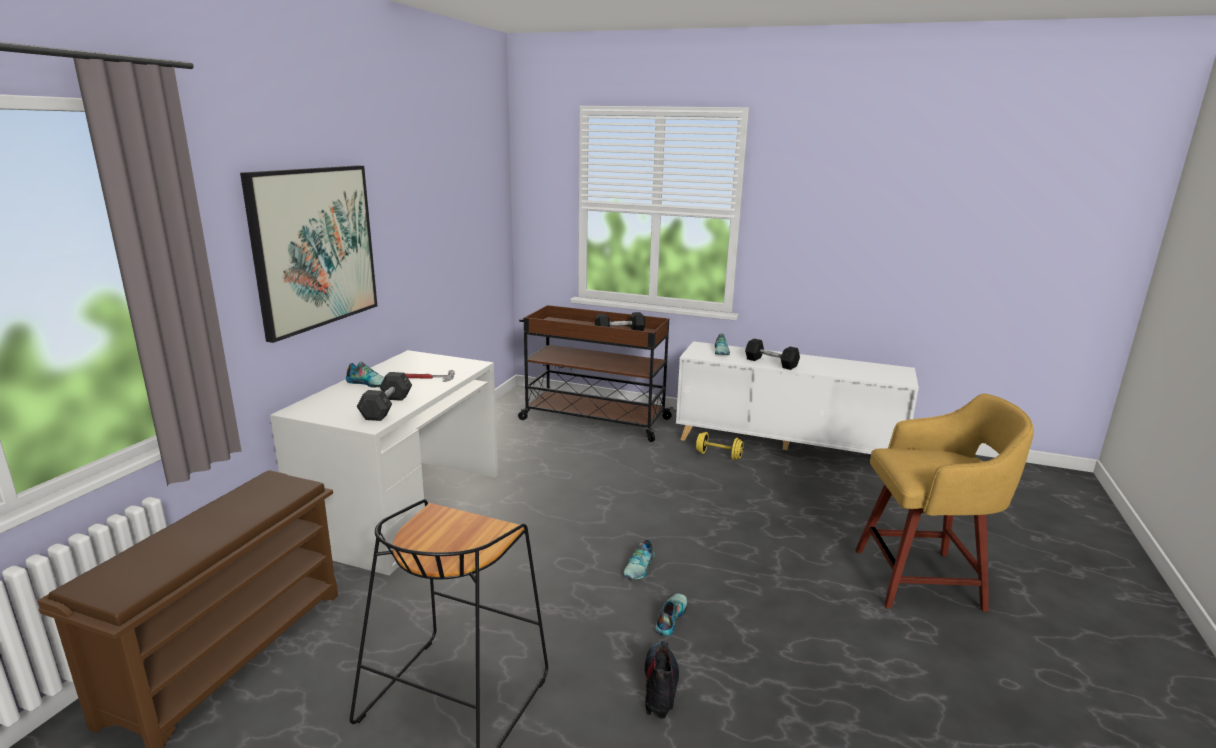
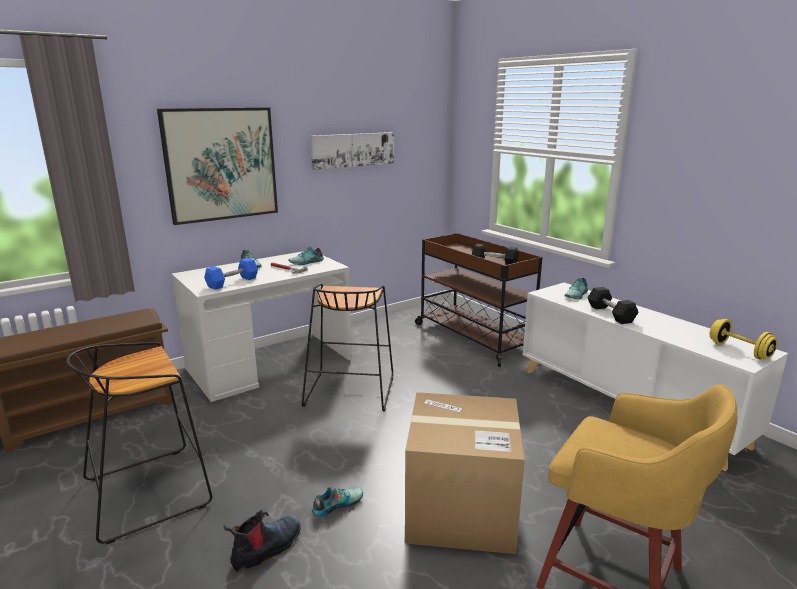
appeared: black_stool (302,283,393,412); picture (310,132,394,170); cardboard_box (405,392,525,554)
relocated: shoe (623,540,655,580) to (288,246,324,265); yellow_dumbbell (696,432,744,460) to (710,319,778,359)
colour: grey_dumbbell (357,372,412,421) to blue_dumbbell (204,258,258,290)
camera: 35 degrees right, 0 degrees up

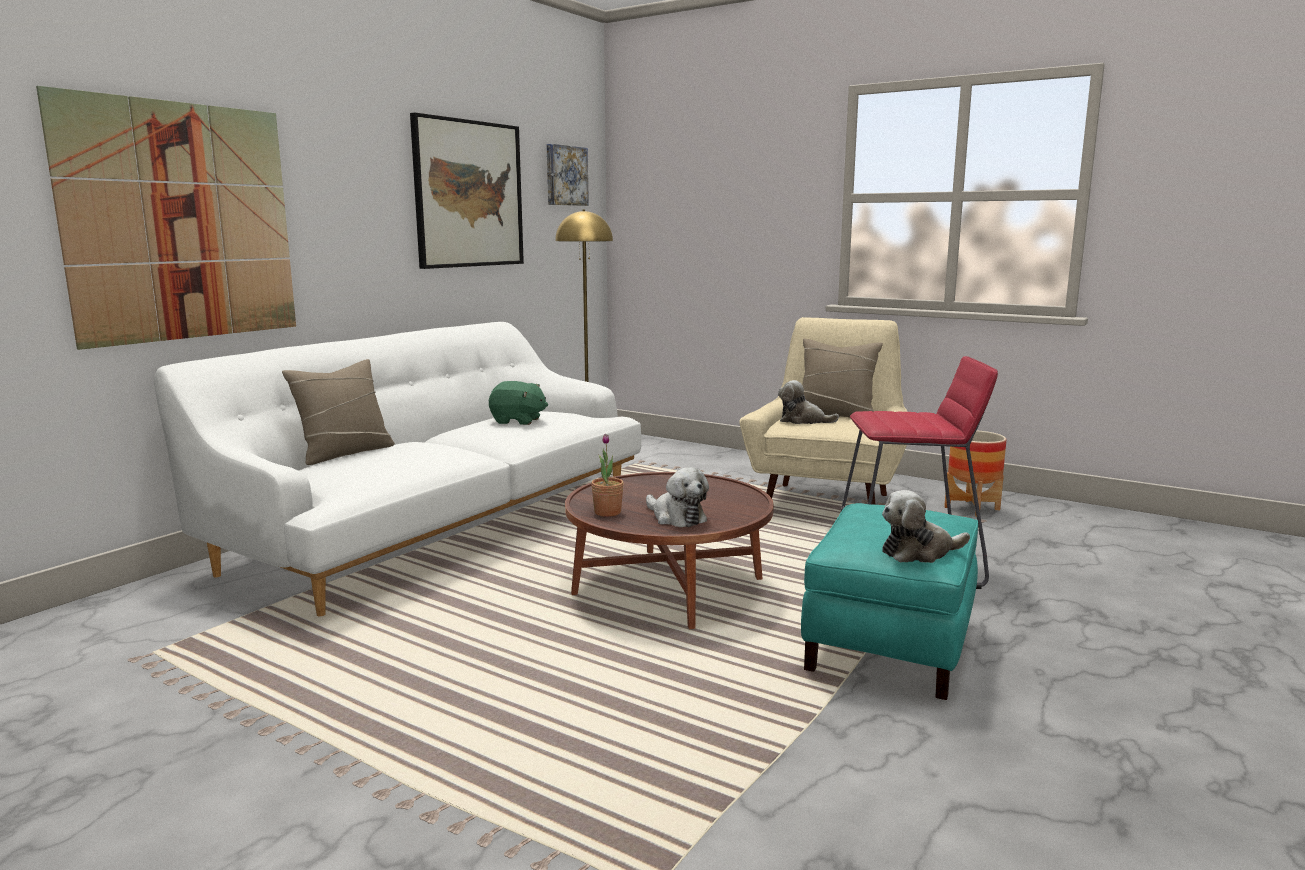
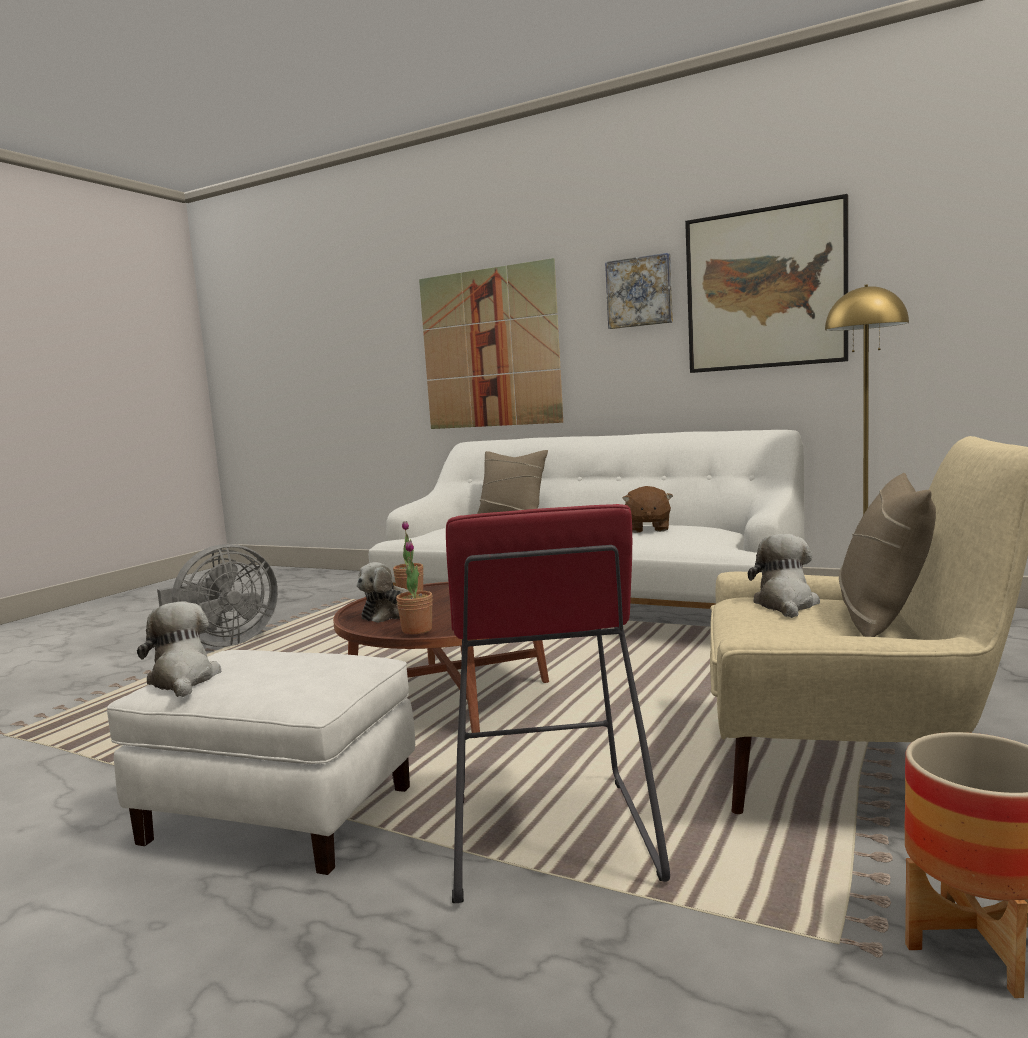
appeared: grey_fan (157,544,278,647); potted_plant (396,540,433,634)
relocated: picture (547,144,589,206) to (605,253,673,329)
colour: green_plush_toy (489,381,548,425) to brown_plush_toy (622,486,673,533); turquoise_ottoman (801,503,978,700) to white_ottoman (107,650,415,875)
camera: 85 degrees right, 5 degrees down

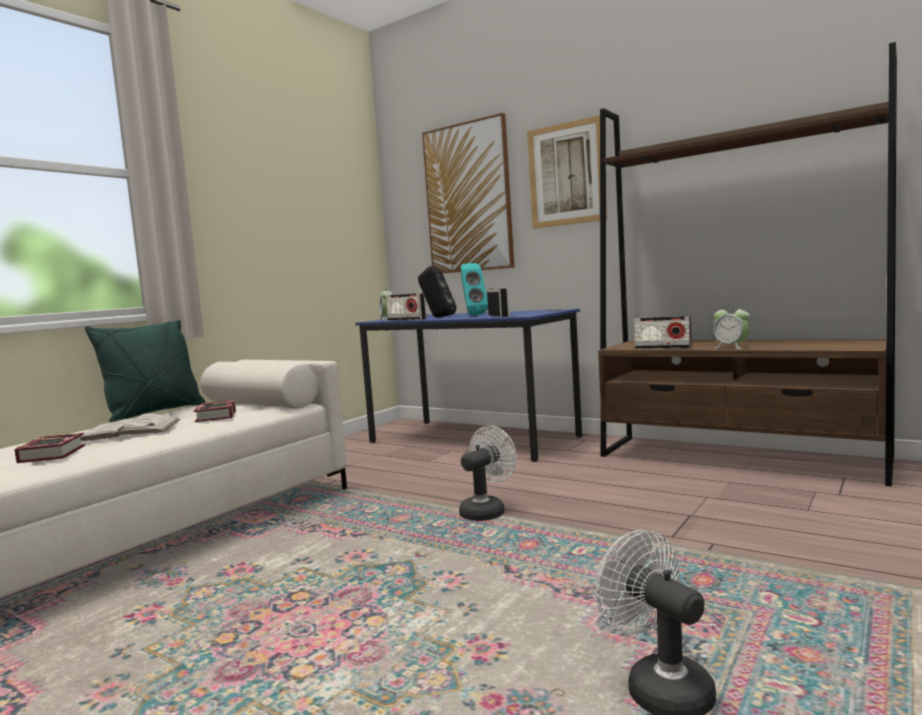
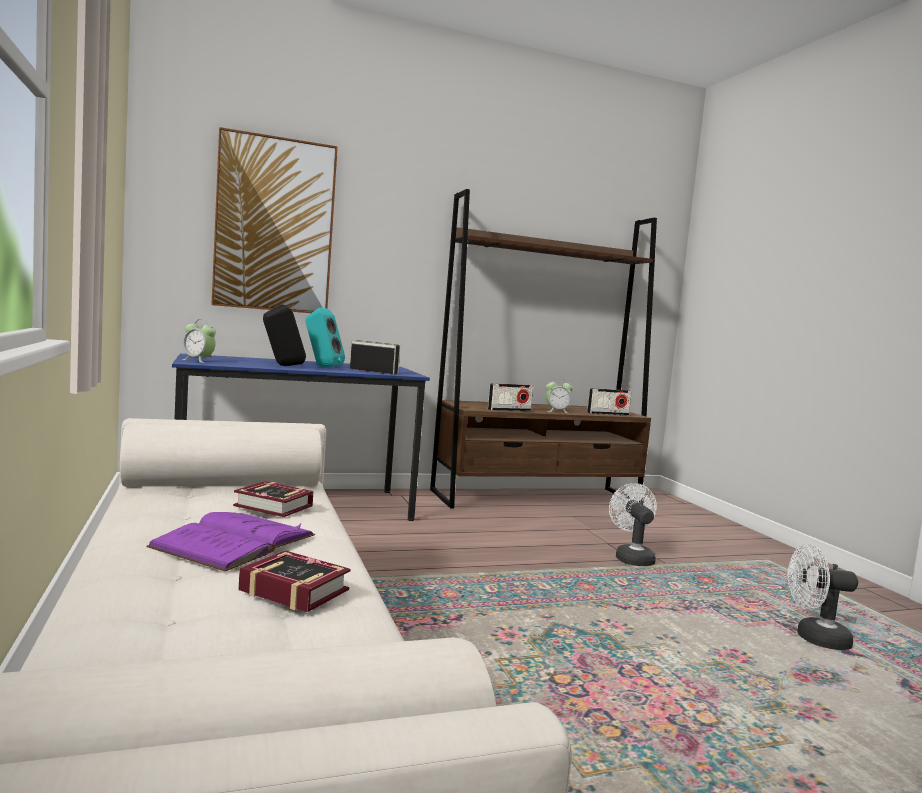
missing: green_pillow (85,320,206,423); picture (527,115,607,229)
relocated: radio (386,293,426,321) to (587,388,632,415); white_fan (459,426,517,521) to (609,483,657,566)
colour: white_book (80,413,180,441) to purple_book (146,512,315,571)
camera: 55 degrees left, 0 degrees up

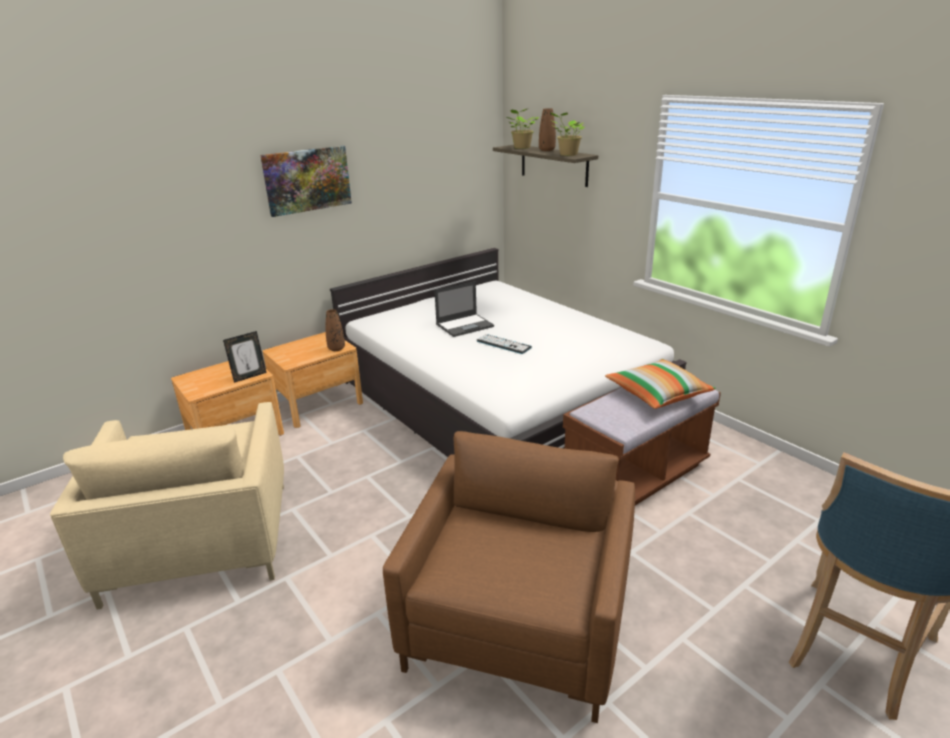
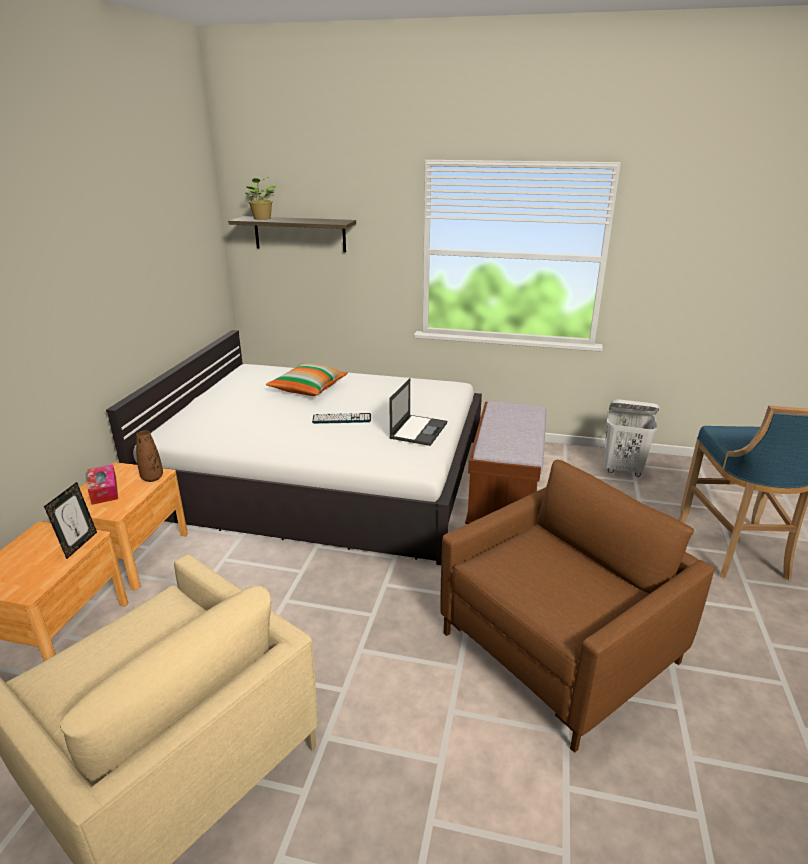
missing: picture (260,146,352,217); brown_vase (539,108,556,151); potted_plant (550,113,585,156)
appeared: tissue_box (87,464,118,505); white_laundry_basket (604,399,660,477)
relocated: laptop (434,281,494,337) to (389,378,447,446); pillow (605,359,716,409) to (266,363,348,396)
spun: brown_armchair (383,431,635,723) = (440,460,715,753) 75 degrees clockwise
camera: 40 degrees left, 0 degrees up

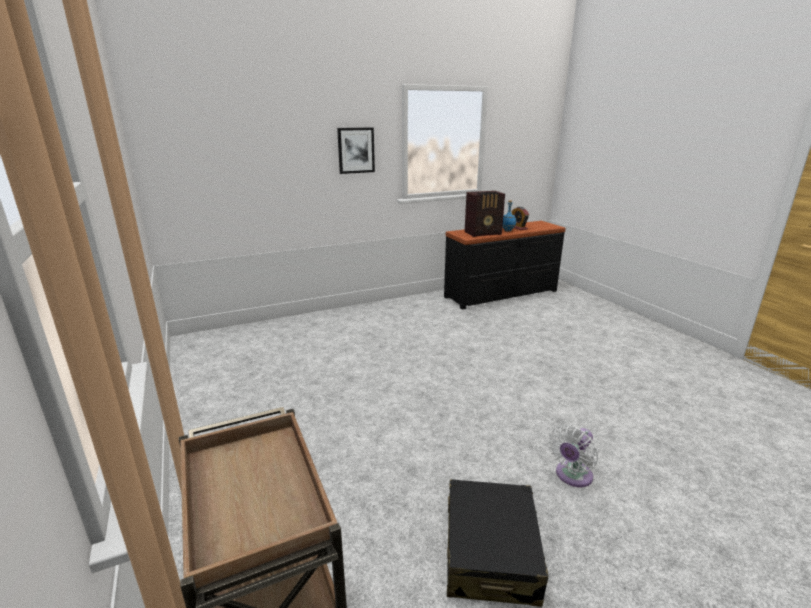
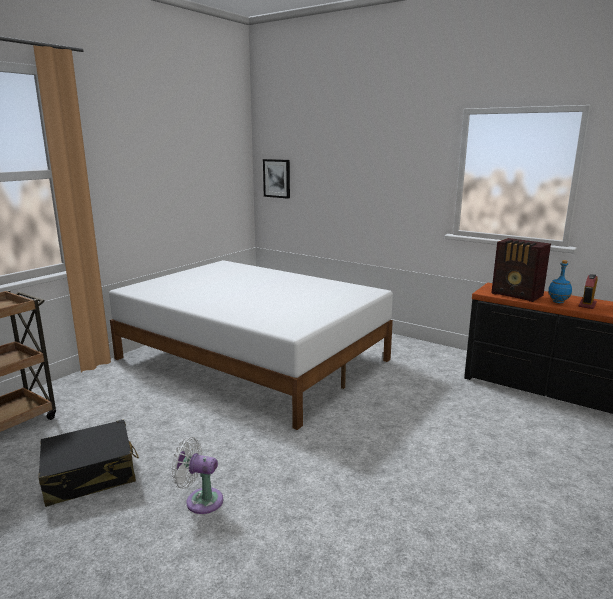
appeared: white_bed (109,260,393,430)
relocated: picture (337,128,375,174) to (263,159,290,199)
camera: 60 degrees right, 5 degrees down

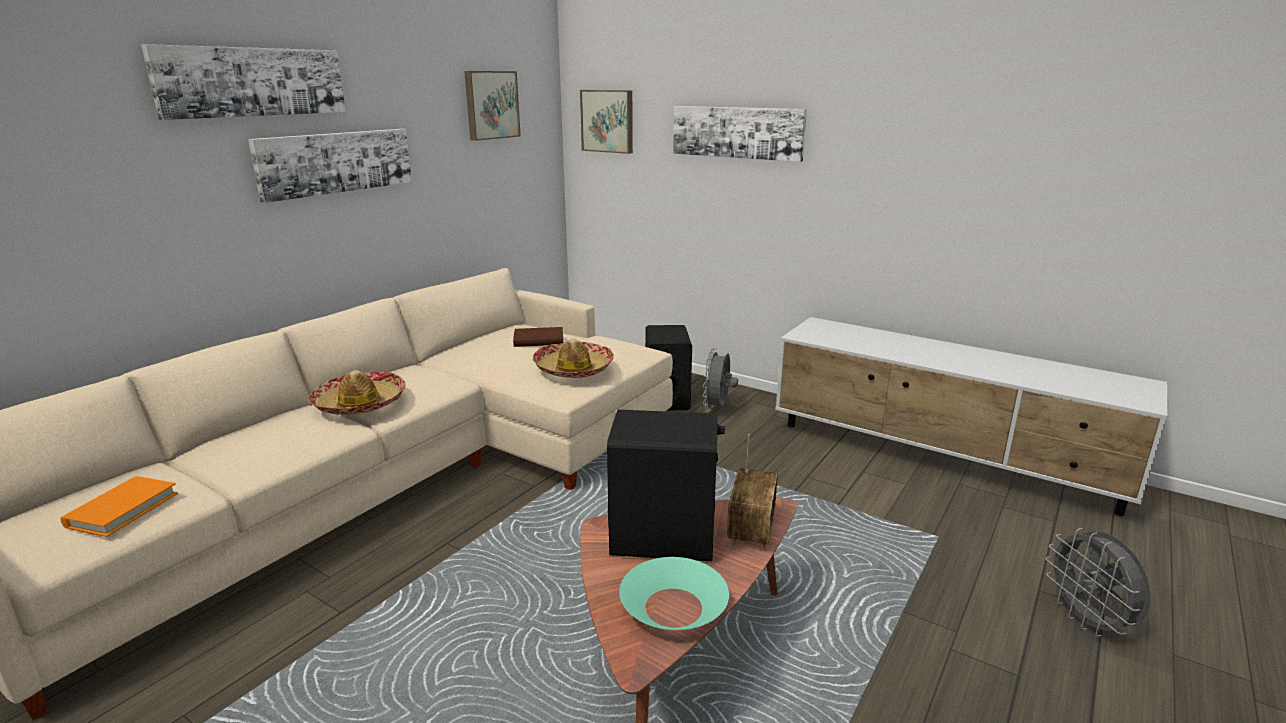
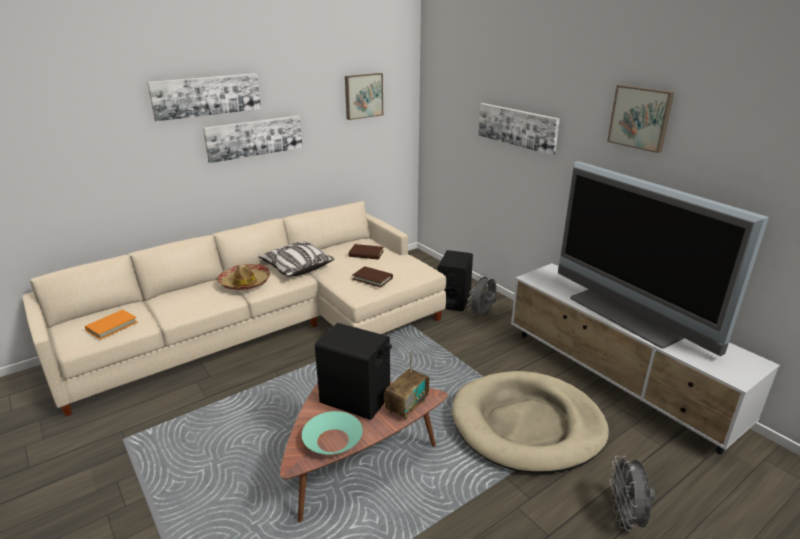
appeared: pillow (259,241,335,277); beige_dog_bed (452,371,609,474); television (558,161,769,357)
relocated: picture (580,90,633,154) to (607,85,674,153)
exchanged: hat (532,339,614,378) to brown_book (352,266,393,288)
camera: 20 degrees right, 5 degrees up

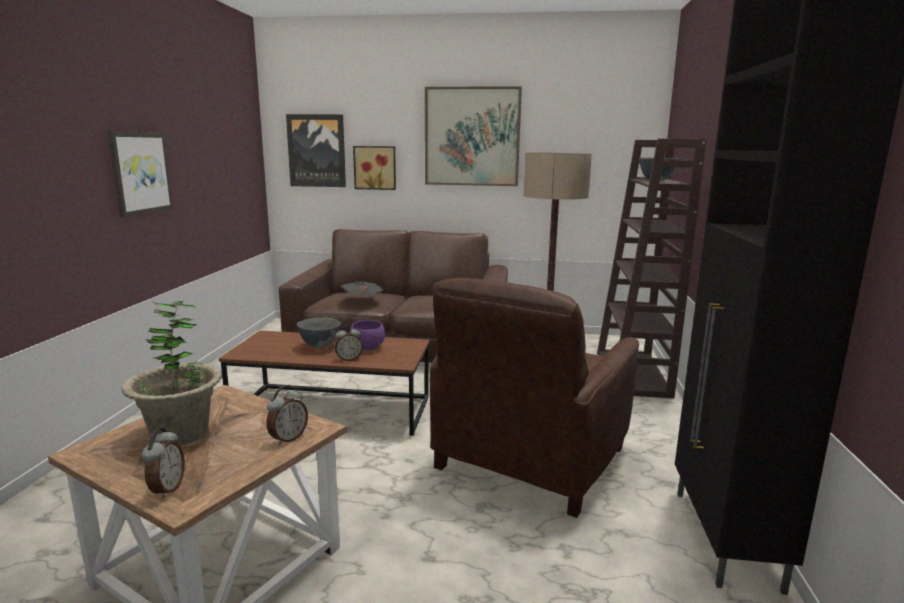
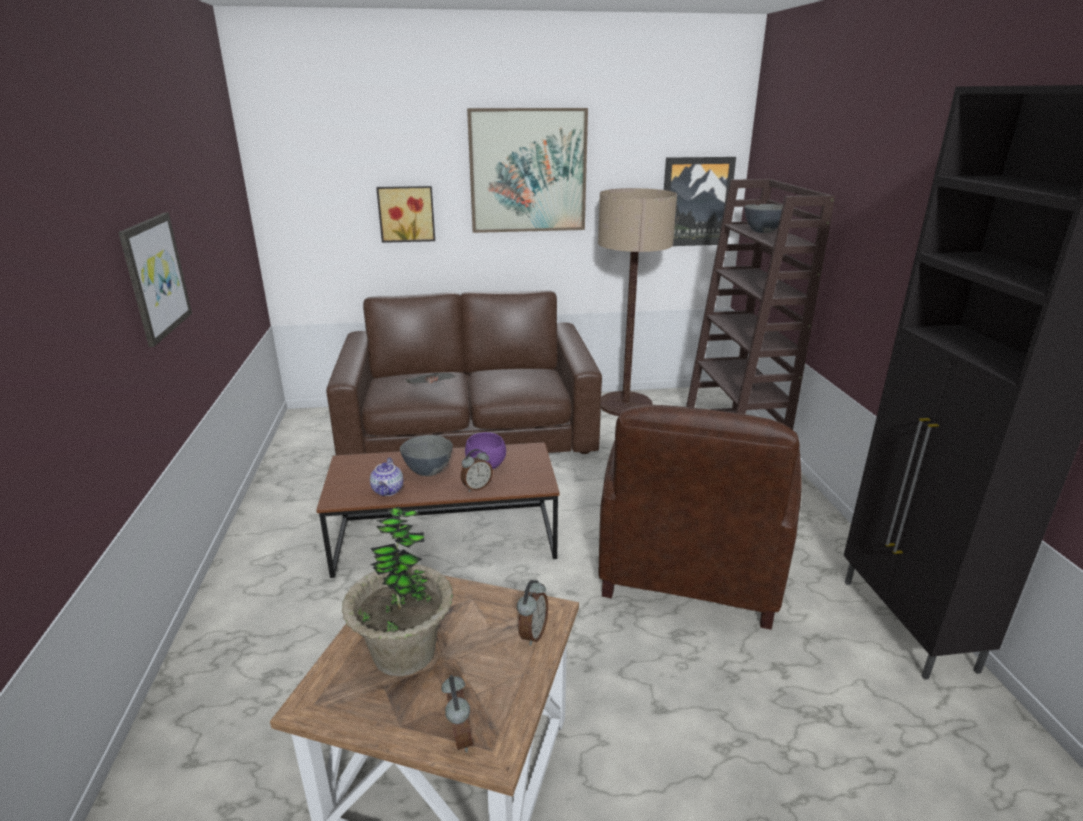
appeared: teapot (370,458,403,496)
relocated: picture (286,114,346,187) to (664,157,736,246)
camera: 15 degrees left, 10 degrees up

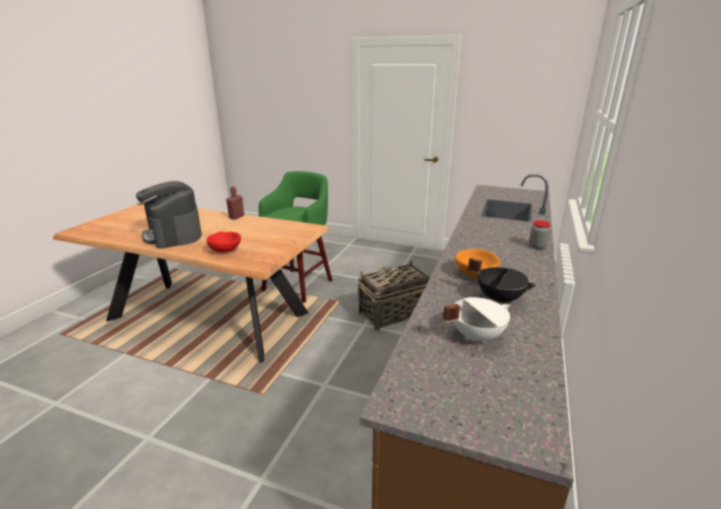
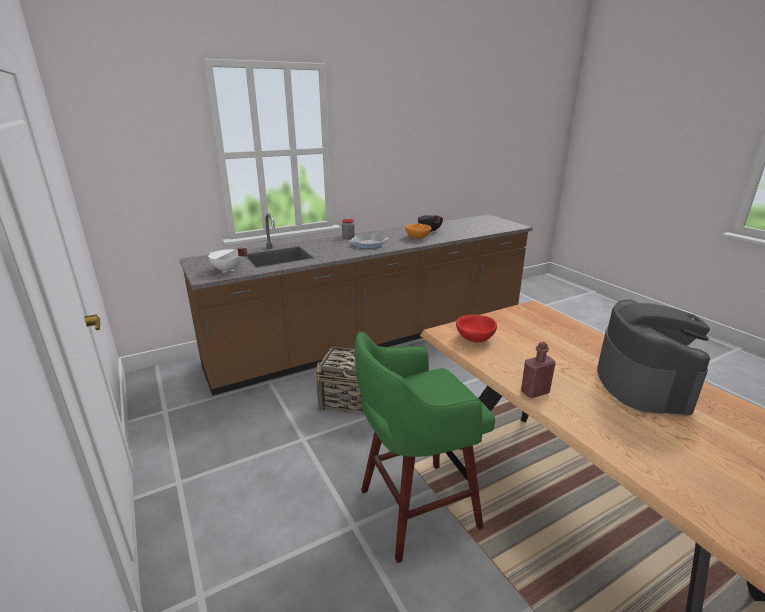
appeared: frying_pan (349,234,389,249)
relocated: red_bowl (206,232,241,253) to (456,315,497,342); white_cooking_pot (443,297,510,344) to (208,247,247,273)
camera: 140 degrees left, 0 degrees up

